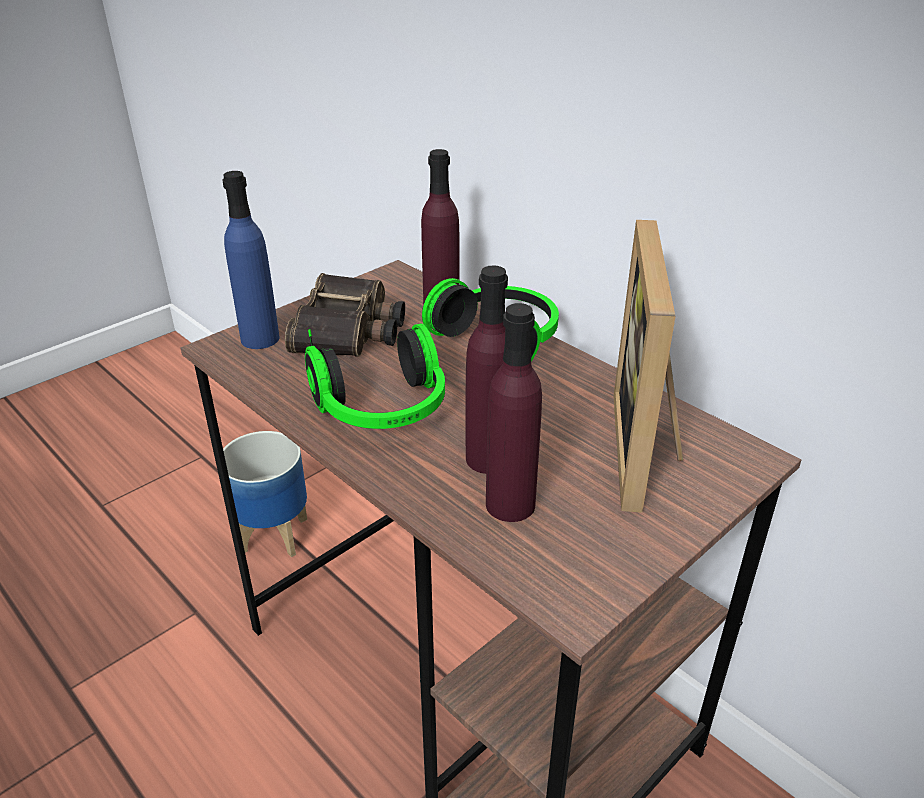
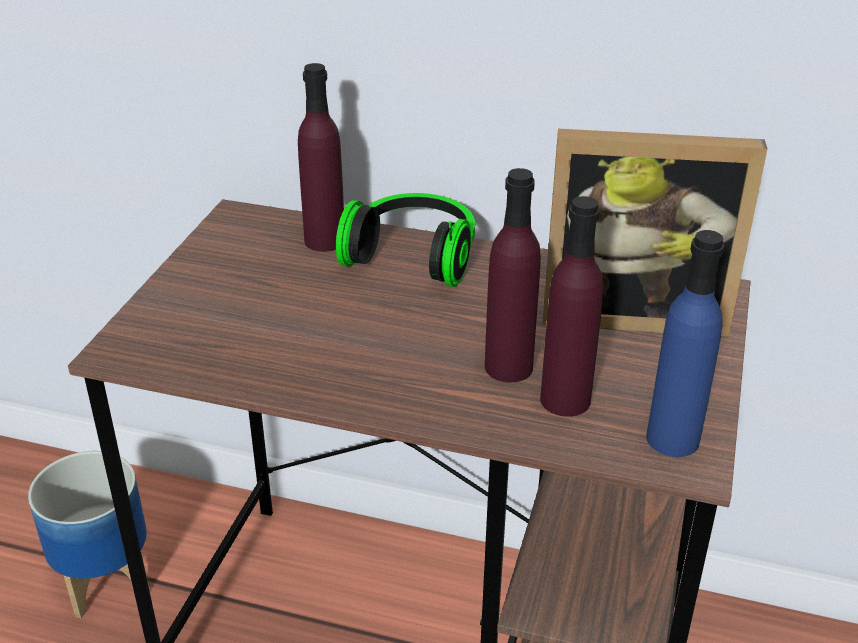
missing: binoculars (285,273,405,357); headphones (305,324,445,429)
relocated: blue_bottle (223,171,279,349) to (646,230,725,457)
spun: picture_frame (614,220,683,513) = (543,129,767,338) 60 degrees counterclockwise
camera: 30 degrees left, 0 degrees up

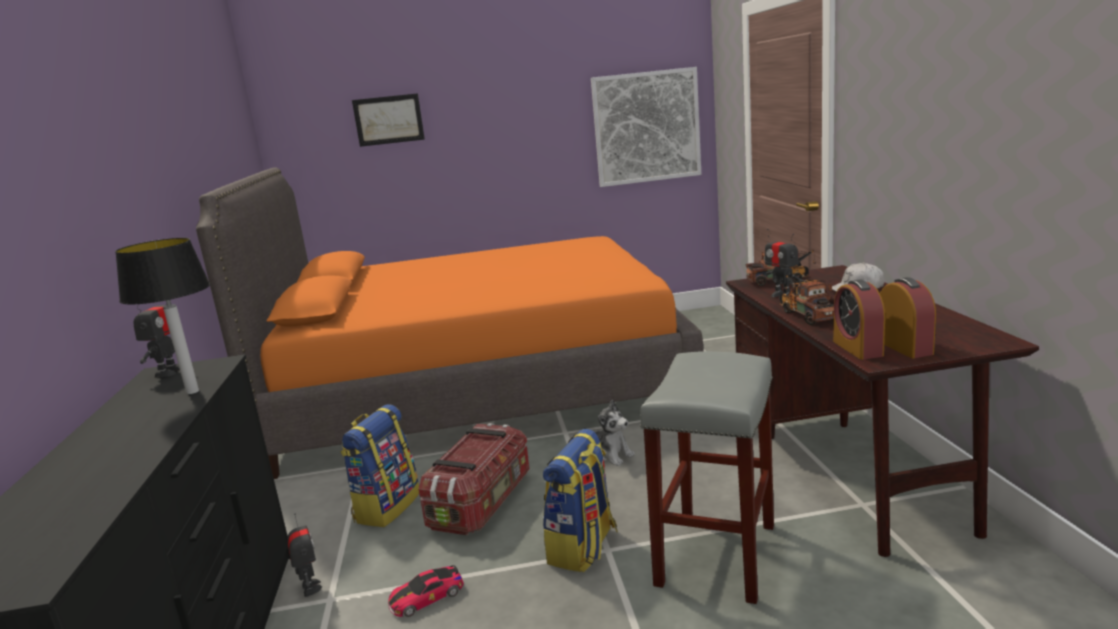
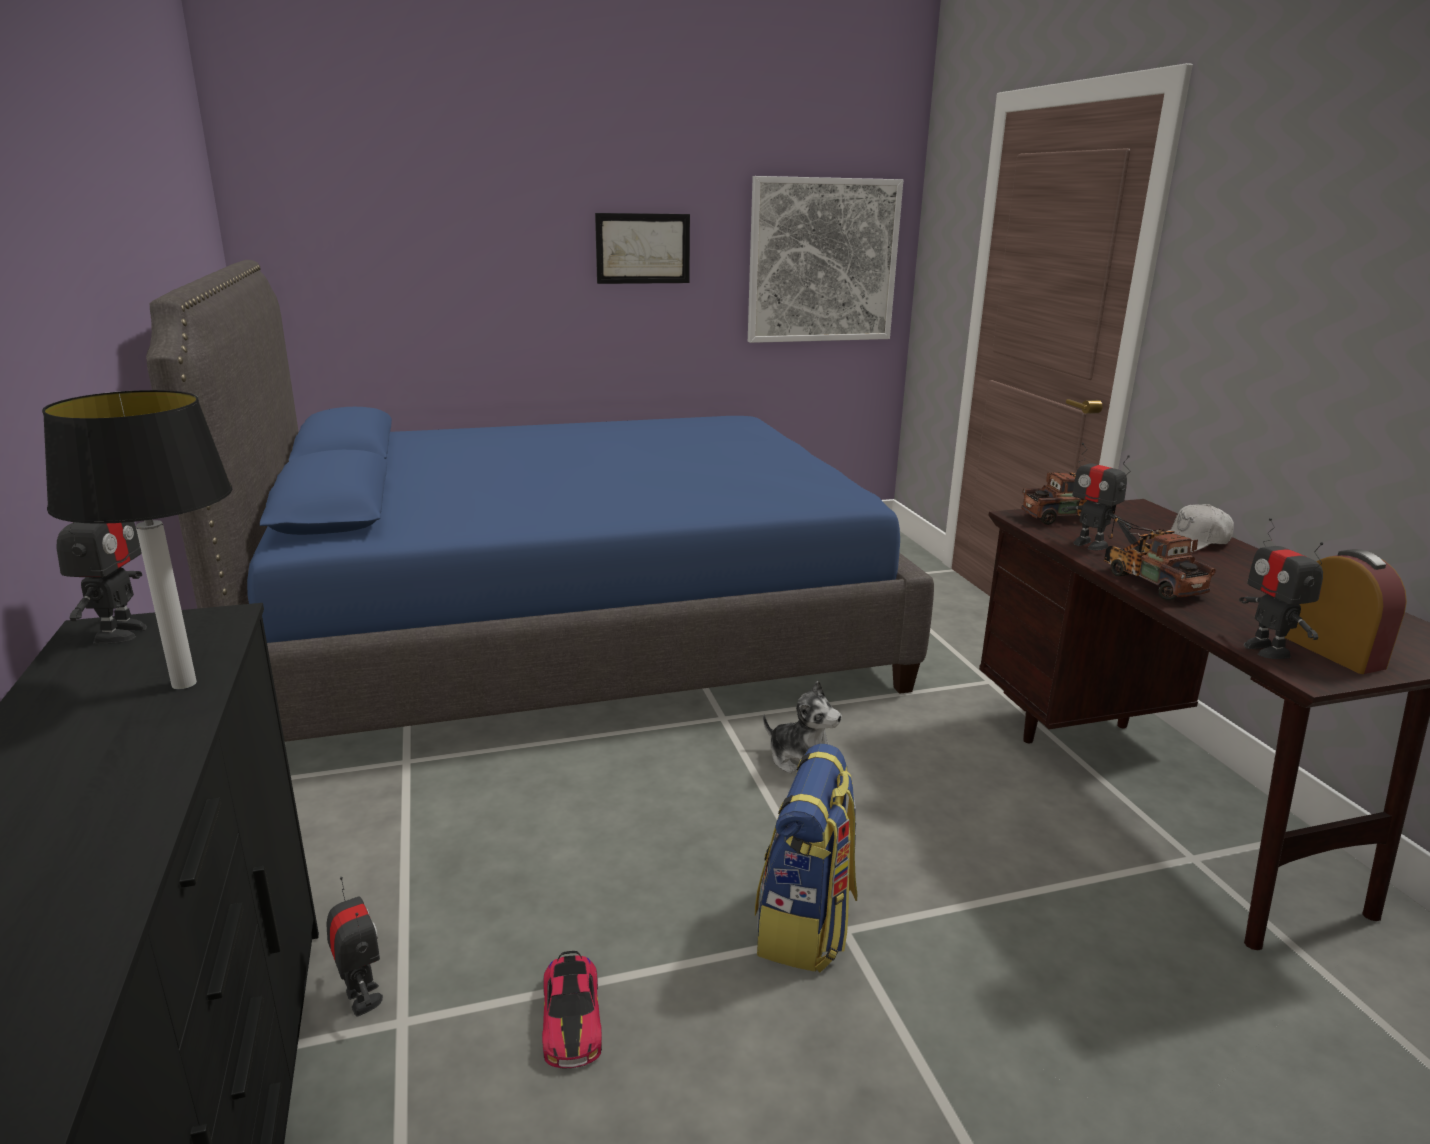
missing: backpack (341,404,419,527); storage_box (419,423,530,535); grey_stool (640,351,774,604)
relocated: picture (352,93,425,147) to (595,213,690,284)
exchanged: alarm_clock (833,280,885,360) to toy_robot (1239,518,1323,659)
colour: orange_bed (196,168,704,479) to blue_bed (146,260,934,742)
spun: toy_car (388,565,464,617) = (542,951,602,1068) 60 degrees counterclockwise
camera: 10 degrees left, 5 degrees up

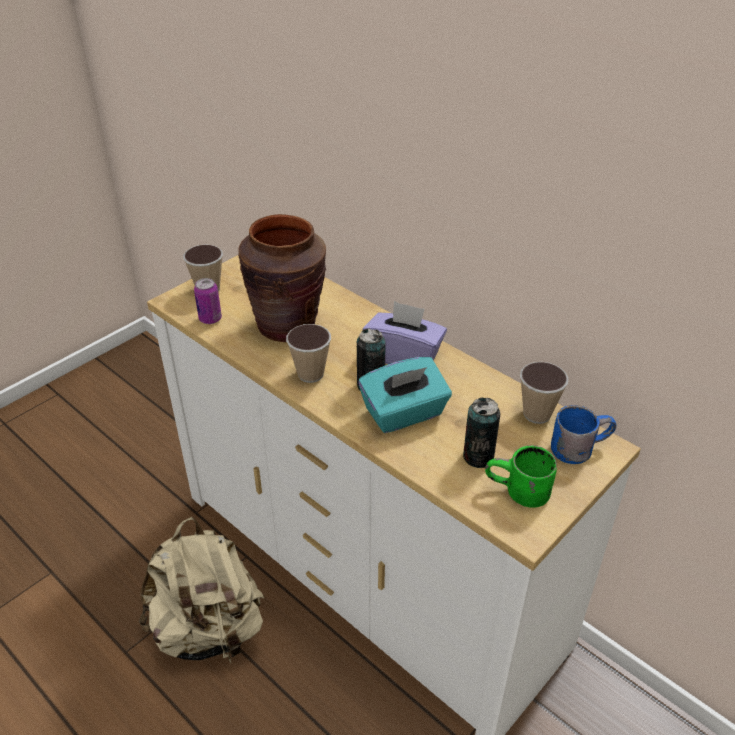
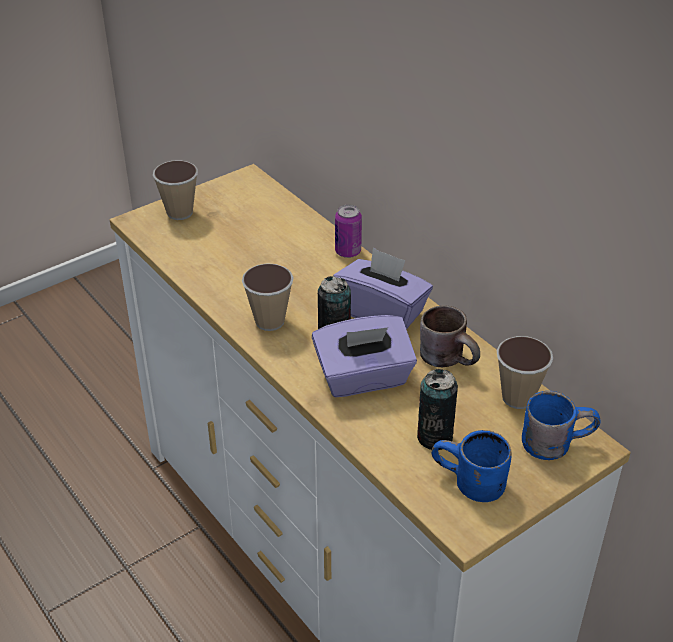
missing: beige_backpack (139,517,264,664); brown_vase (238,214,326,342)
appeared: brown_mug (420,305,480,367)
relocated: can (194,278,222,324) to (335,205,362,258)
colour: turquoise_tissue_box (358,357,452,433) to purple_tissue_box (312,315,417,397); green_mug (485,445,557,508) to blue_mug (432,430,512,502)
camera: 10 degrees right, 0 degrees up

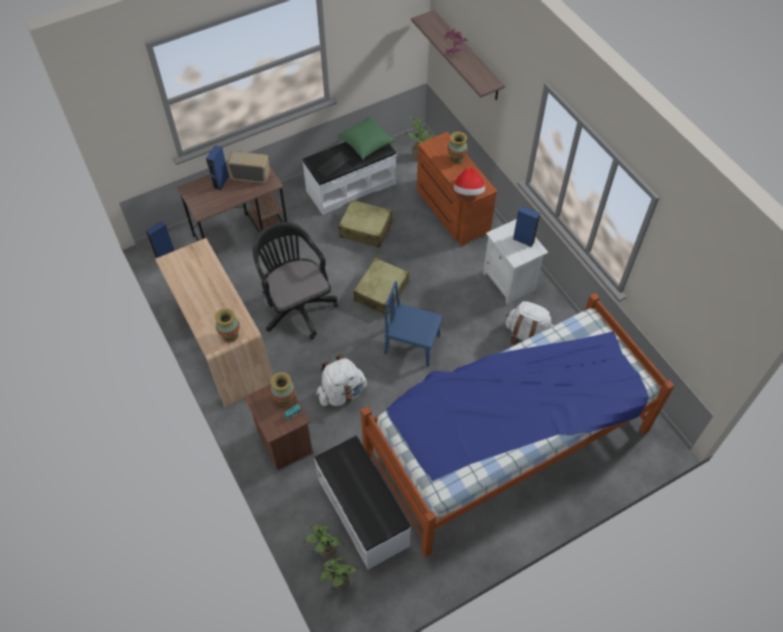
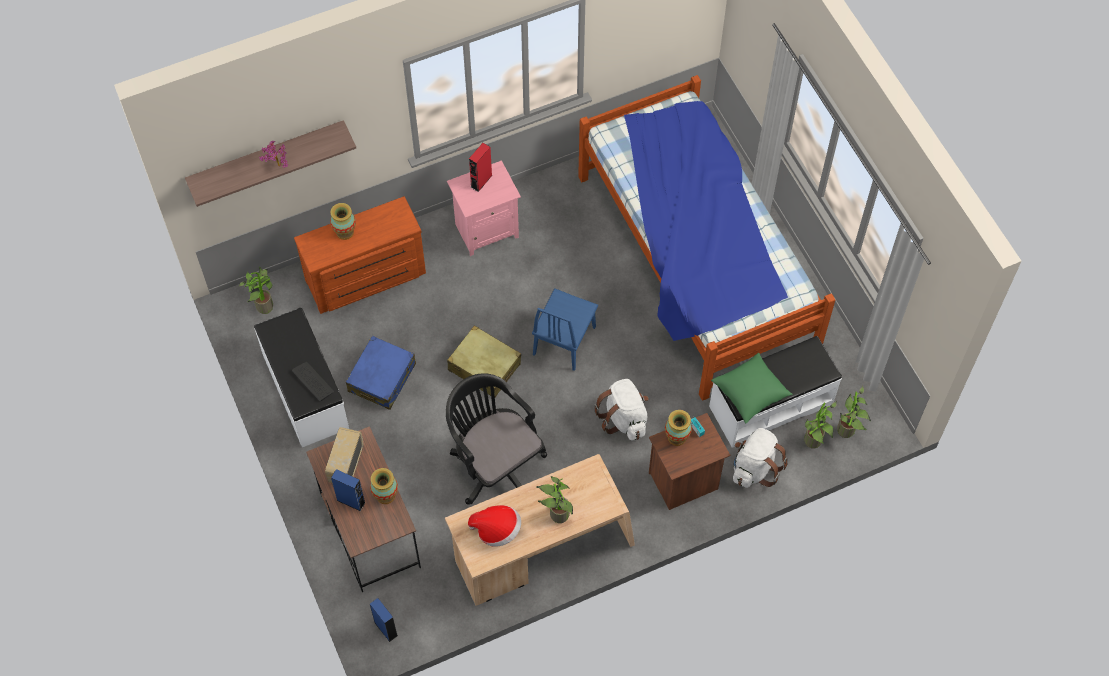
appeared: potted_plant (536,476,573,523)
relocated: vase (215,308,240,342) to (370,468,398,504); green_pillow (337,116,395,160) to (711,353,793,423); hat (454,168,485,196) to (468,505,521,547); white_backpack (506,301,554,345) to (733,428,788,488)
colour: beige_suitcase (338,200,392,248) to blue_suitcase (346,336,416,410); white_nightstand (483,219,548,305) to pink_nightstand (447,160,521,256); blue_speaker (513,206,541,247) to red_speaker (469,143,492,192)
spun: black_office_chair (253,222,338,339) = (446,373,547,505) 75 degrees clockwise
camera: 85 degrees left, 5 degrees up

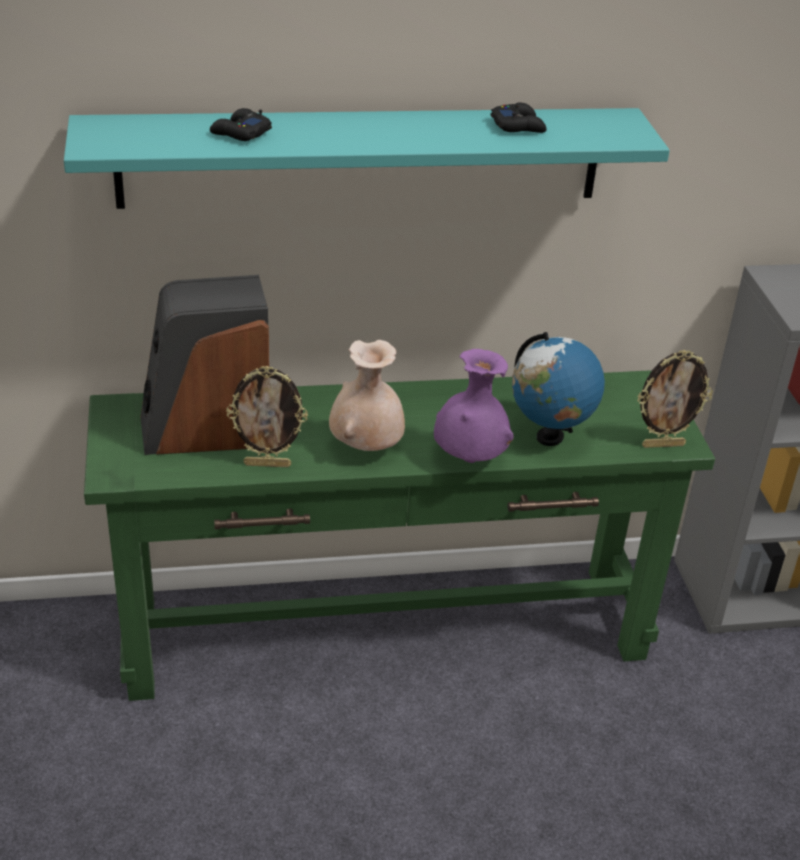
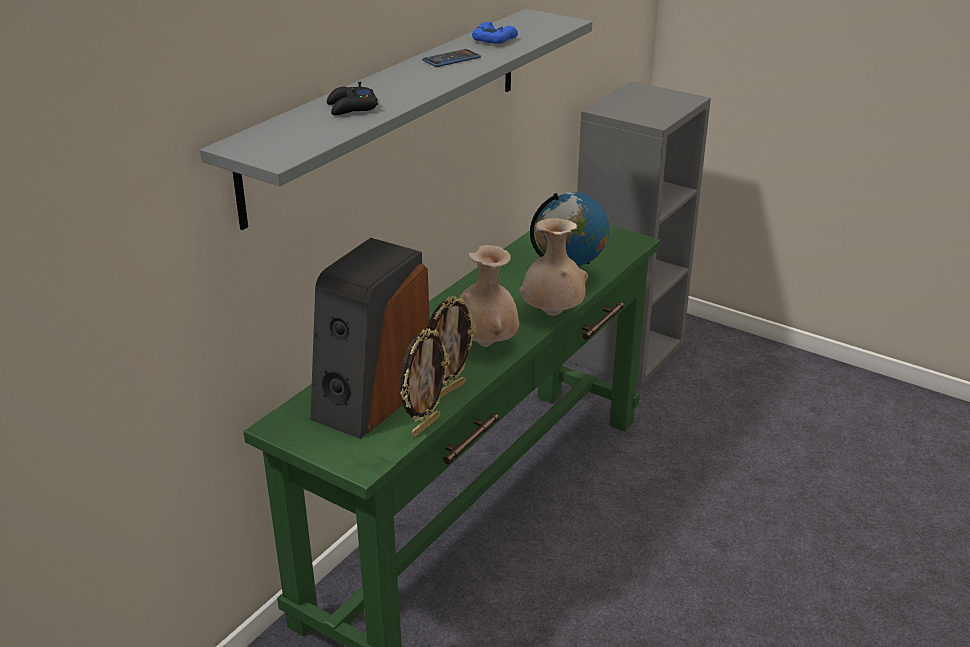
appeared: phone (422,49,481,67)
relocated: picture_frame (637,350,713,448) to (400,328,450,438)
colour: turquoise_shelf (64,108,670,209) to grey_shelf (200,9,592,230); purple_vase (434,349,513,463) to beige_vase (519,218,588,316); black_game_controller (491,103,547,133) to blue_game_controller (472,22,518,44)
camera: 45 degrees left, 5 degrees down

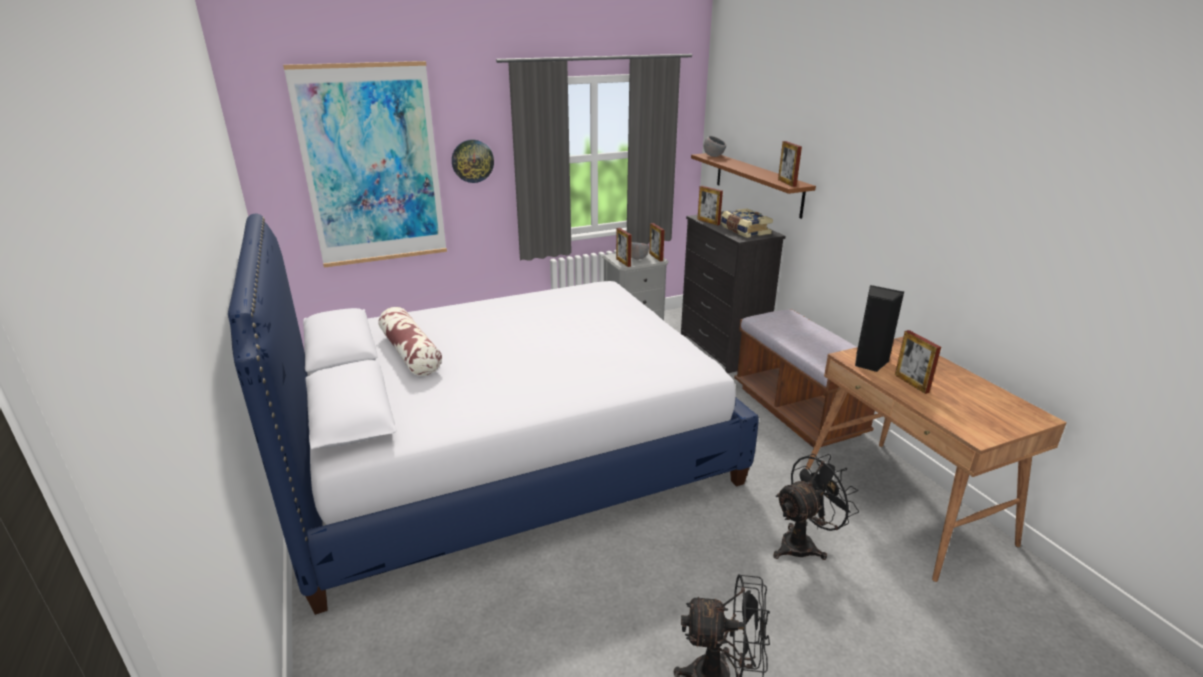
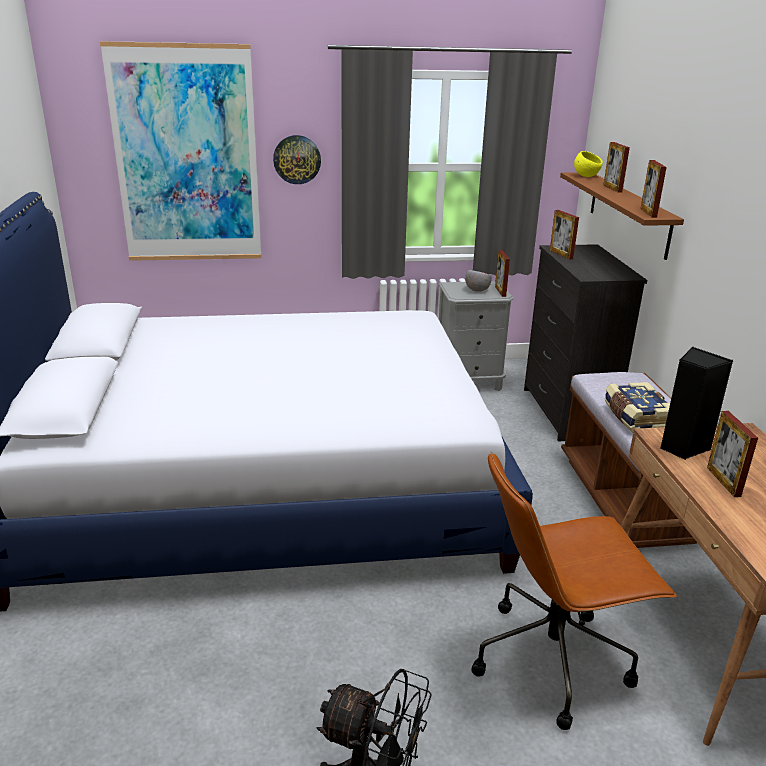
missing: pillow (379,307,442,376)
relocated: picture_frame (616,228,632,267) to (603,142,630,192); book (721,208,773,238) to (604,382,670,433)
exchanged: black_fan (773,454,859,560) to brown_office_chair (472,451,677,730)
colour: grey_bowl (704,136,726,157) to yellow_bowl (574,151,603,177)
camera: 15 degrees right, 0 degrees up

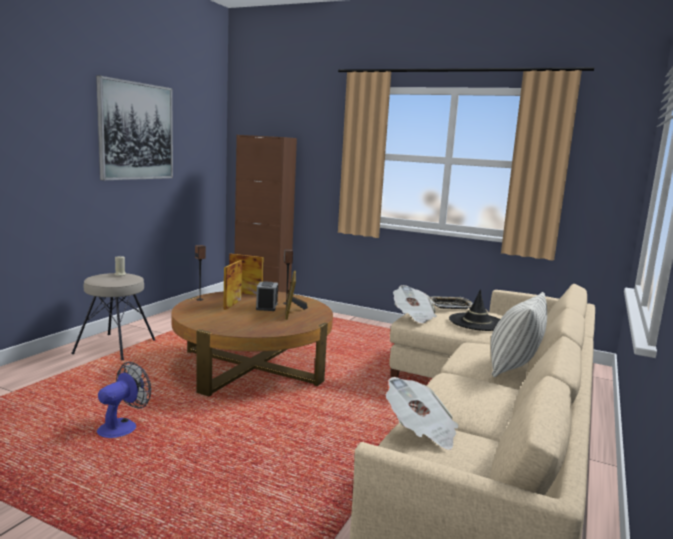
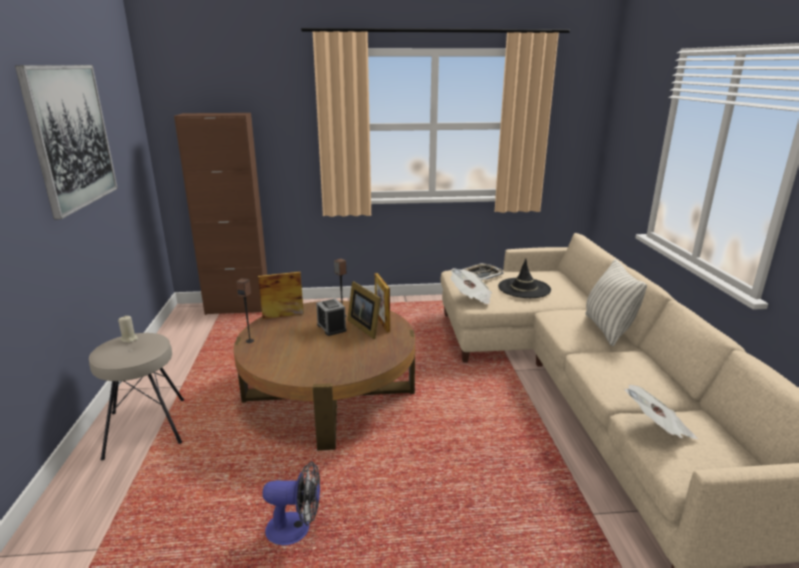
relocated: picture_frame (223,260,242,310) to (375,273,390,333)
spun: fan (97,362,151,438) = (262,461,320,545) 90 degrees clockwise
camera: 30 degrees left, 10 degrees up

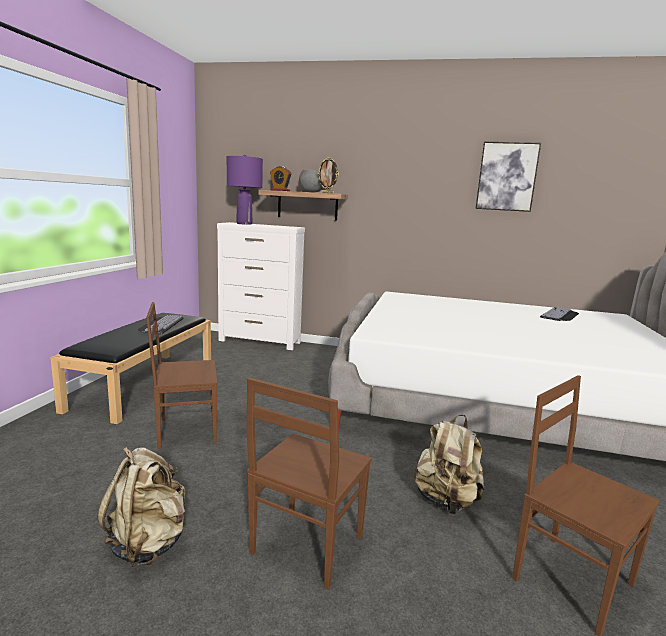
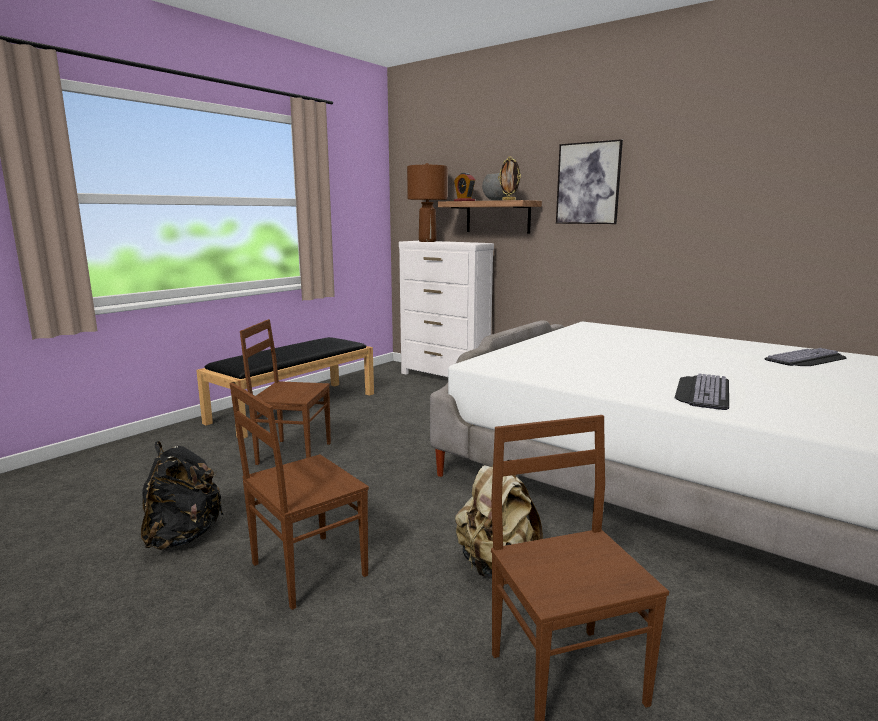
relocated: keyboard (138,315,184,334) to (675,373,729,410); picture (475,142,541,212) to (556,139,623,224)
colour: beige_backpack (97,447,186,567) to black_backpack (141,441,224,550); purple_table_lamp (227,155,263,225) to brown_table_lamp (407,163,447,242)
camera: 25 degrees right, 0 degrees up

